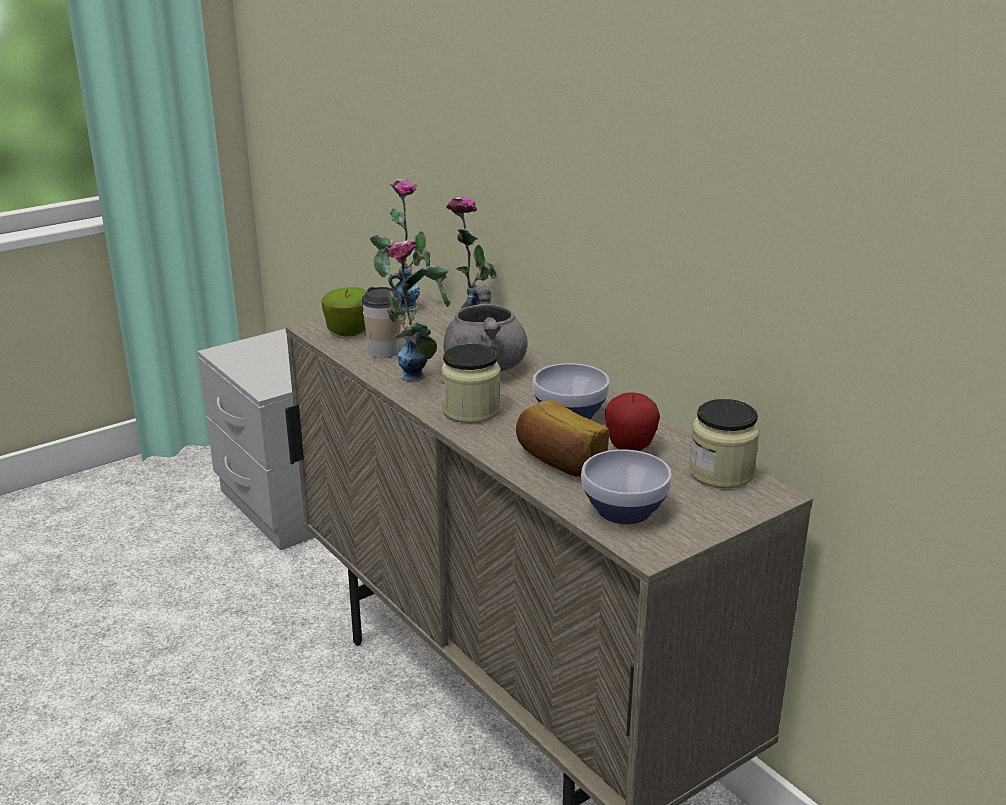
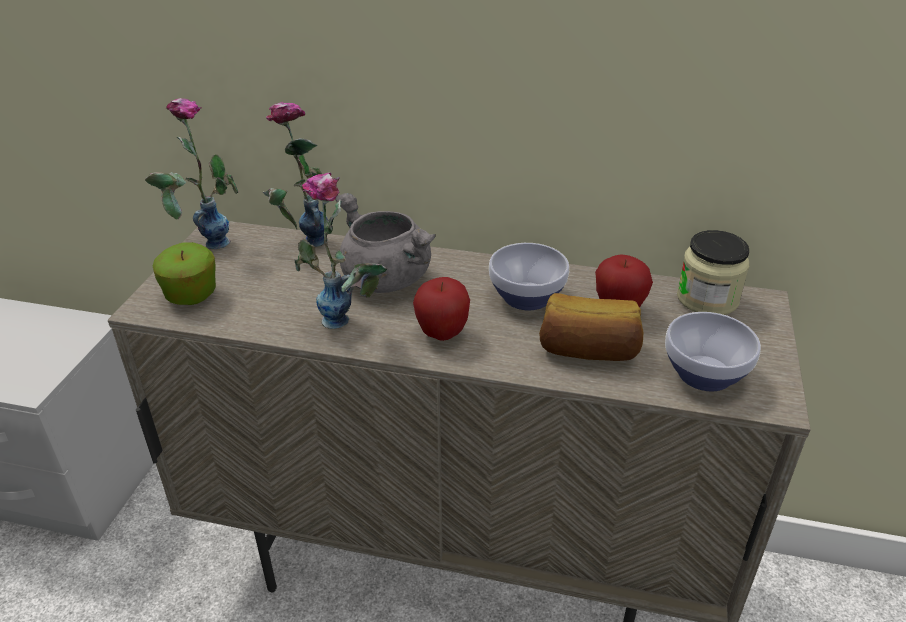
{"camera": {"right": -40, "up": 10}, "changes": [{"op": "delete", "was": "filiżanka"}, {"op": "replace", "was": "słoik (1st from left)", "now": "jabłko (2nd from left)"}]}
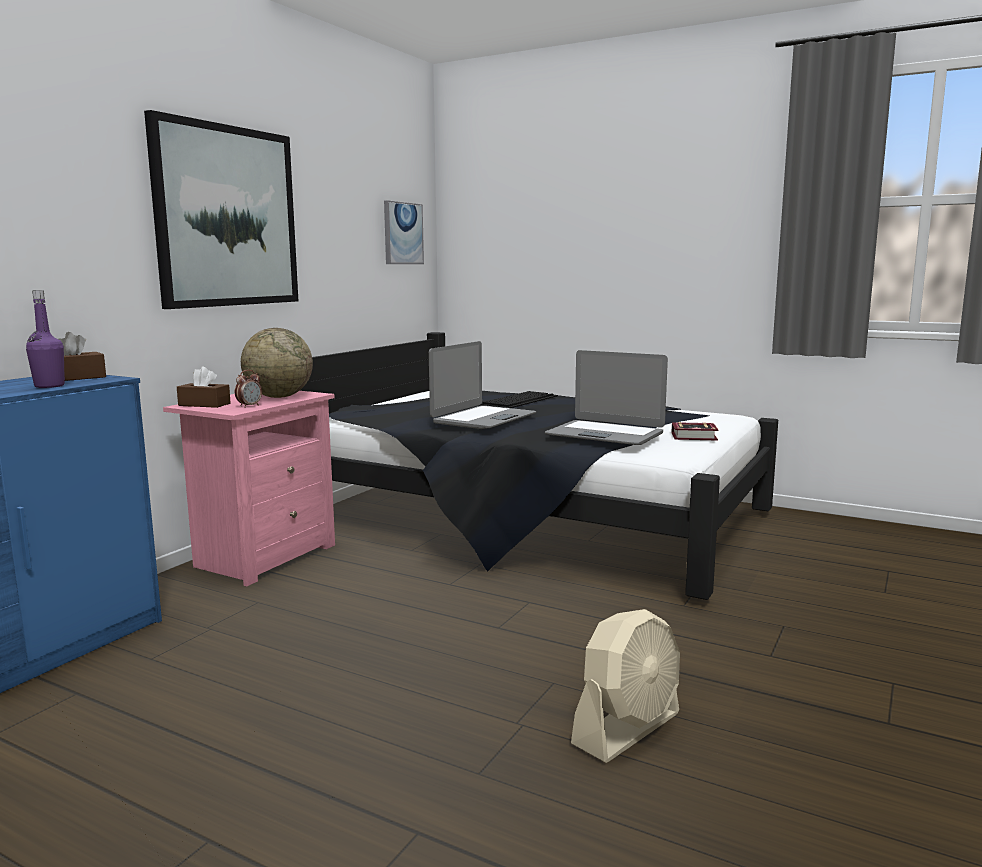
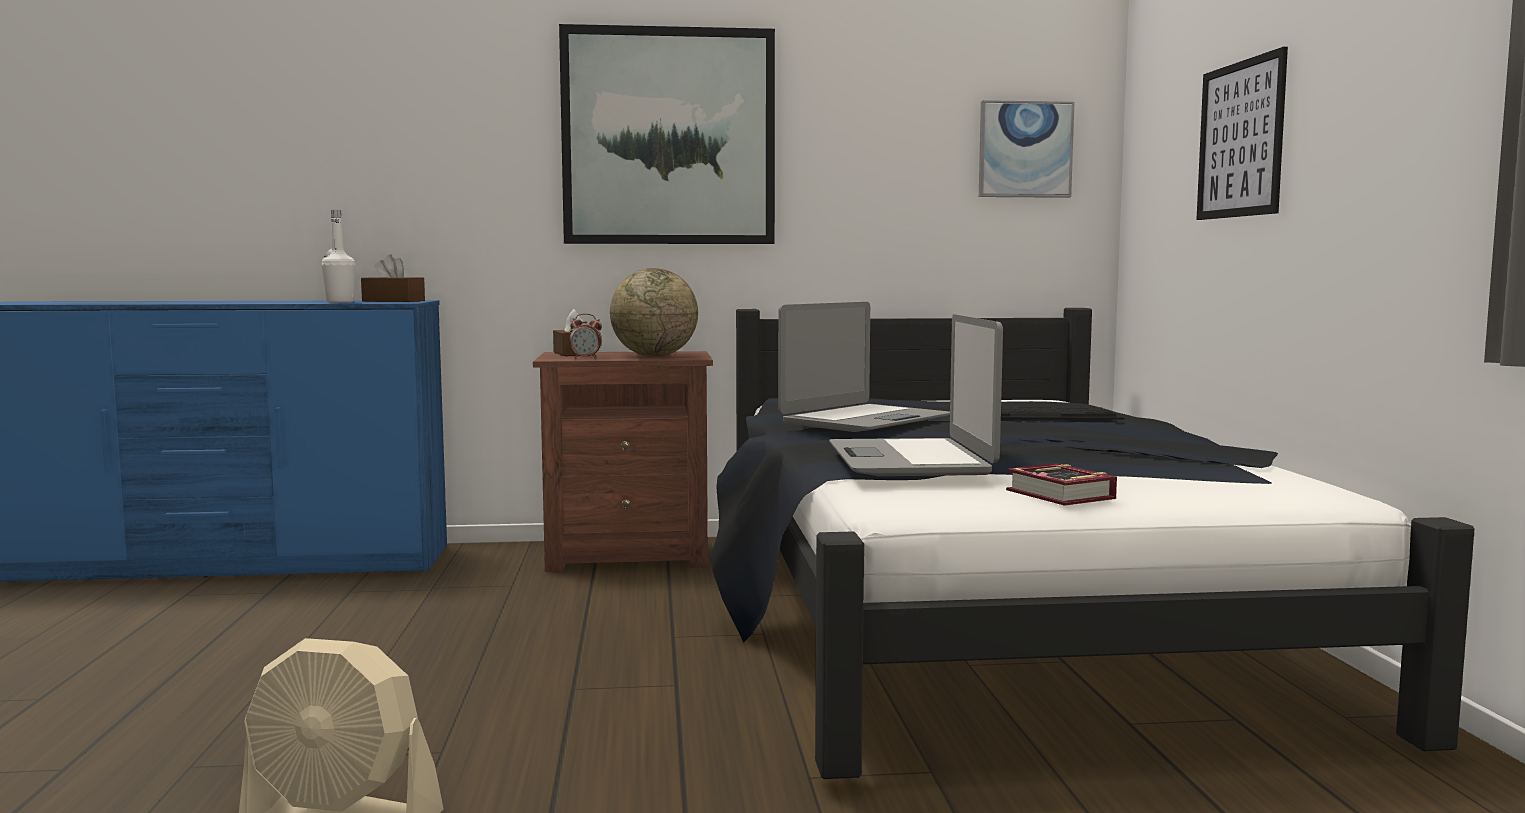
{"camera": {"right": 55, "up": -5}, "changes": [{"op": "insert", "now": "obraz (3rd from left)"}, {"op": "recolor", "was": "butelka/fioletowy", "now": "butelka/biały"}, {"op": "recolor", "was": "szafka nocna/różowy", "now": "szafka nocna/brązowy"}, {"op": "rotate", "was": "laptop (1st from left)", "clockwise": -45}]}
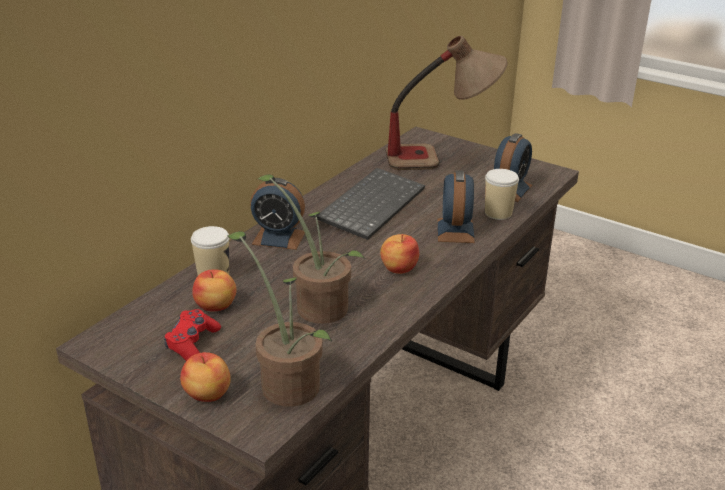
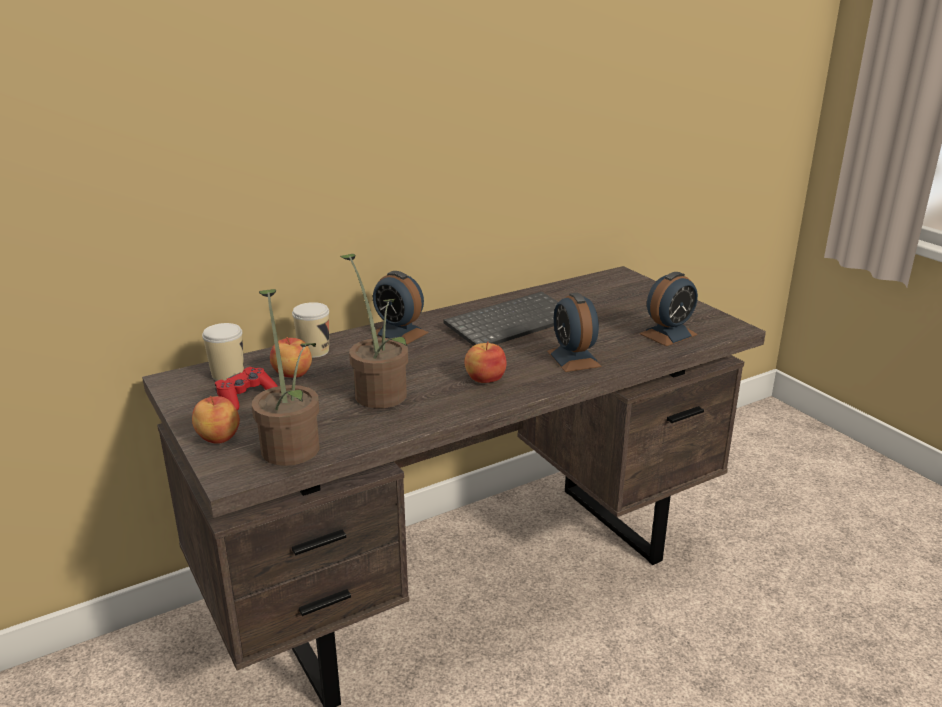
{"camera": {"right": 25, "up": -5}, "changes": [{"op": "delete", "was": "lampa stołowa"}, {"op": "move", "was": "filiżanka (2nd from left in the first image)", "now": "filiżanka (1st from left)"}, {"op": "rotate", "was": "budzik (2nd from left)", "clockwise": -45}]}
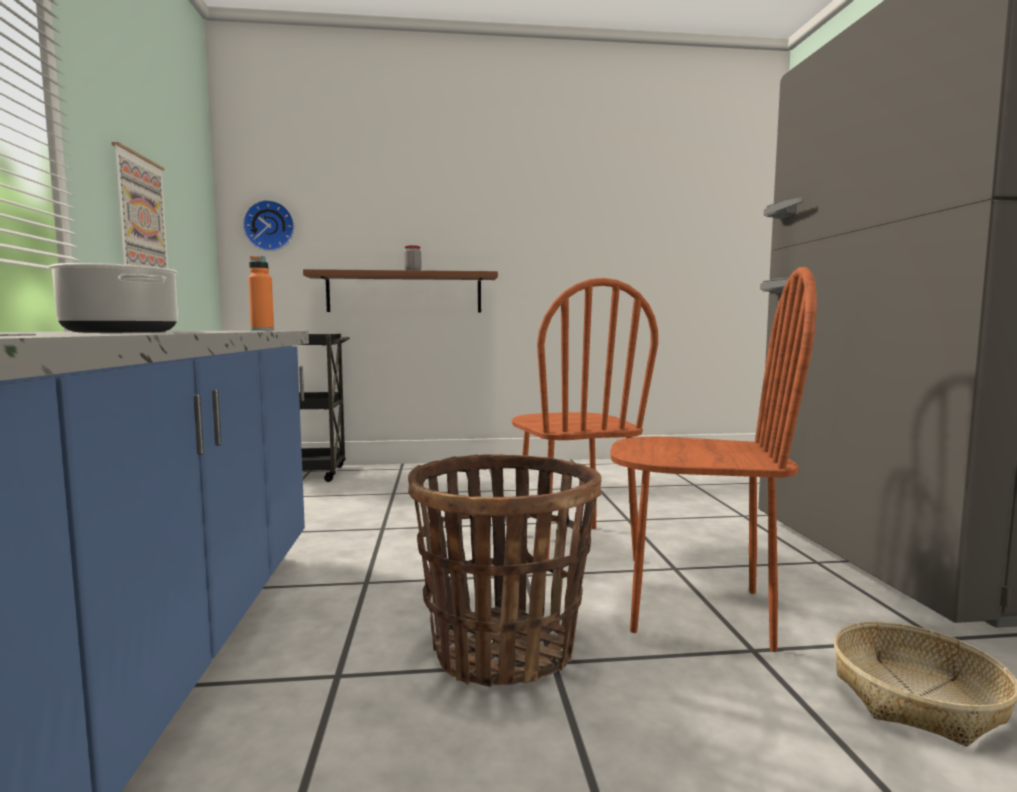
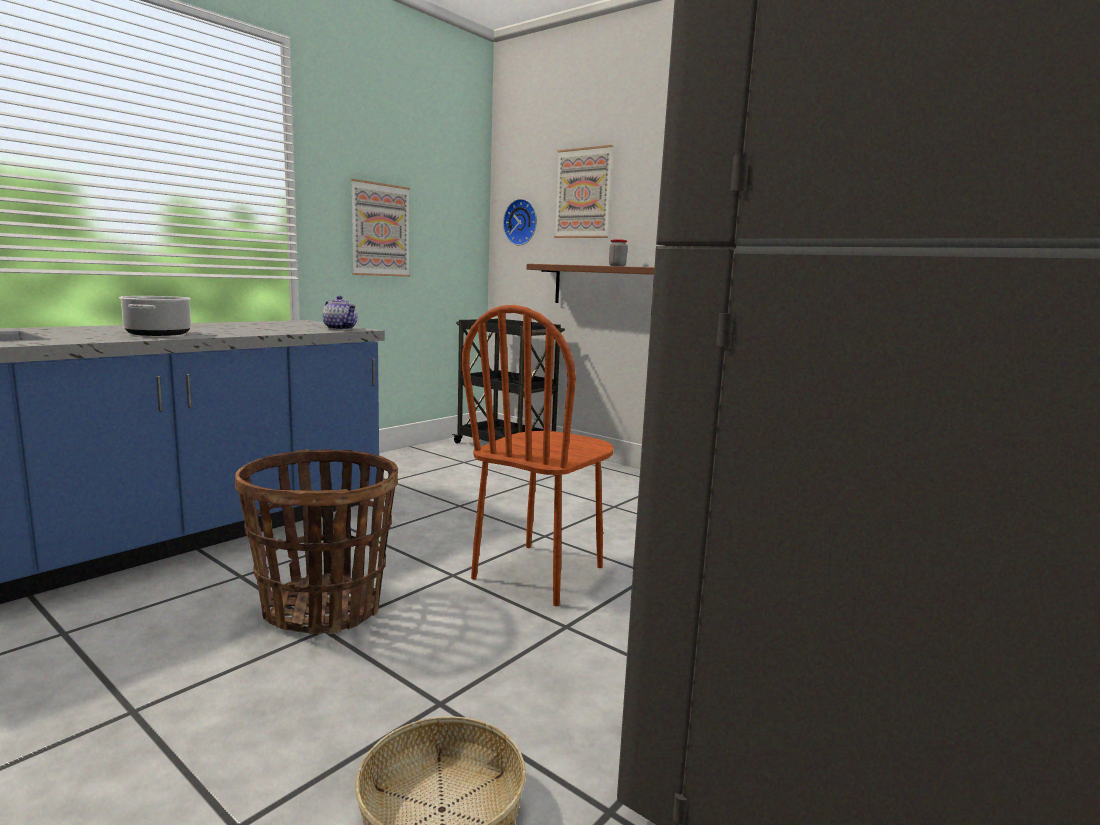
{"camera": {"right": 45, "up": 5}, "changes": [{"op": "delete", "was": "krzesło/brązowy (2nd from left)"}, {"op": "insert", "now": "obraz (2nd from left)"}, {"op": "replace", "was": "butelka/pomarańczowy", "now": "imbryk"}]}
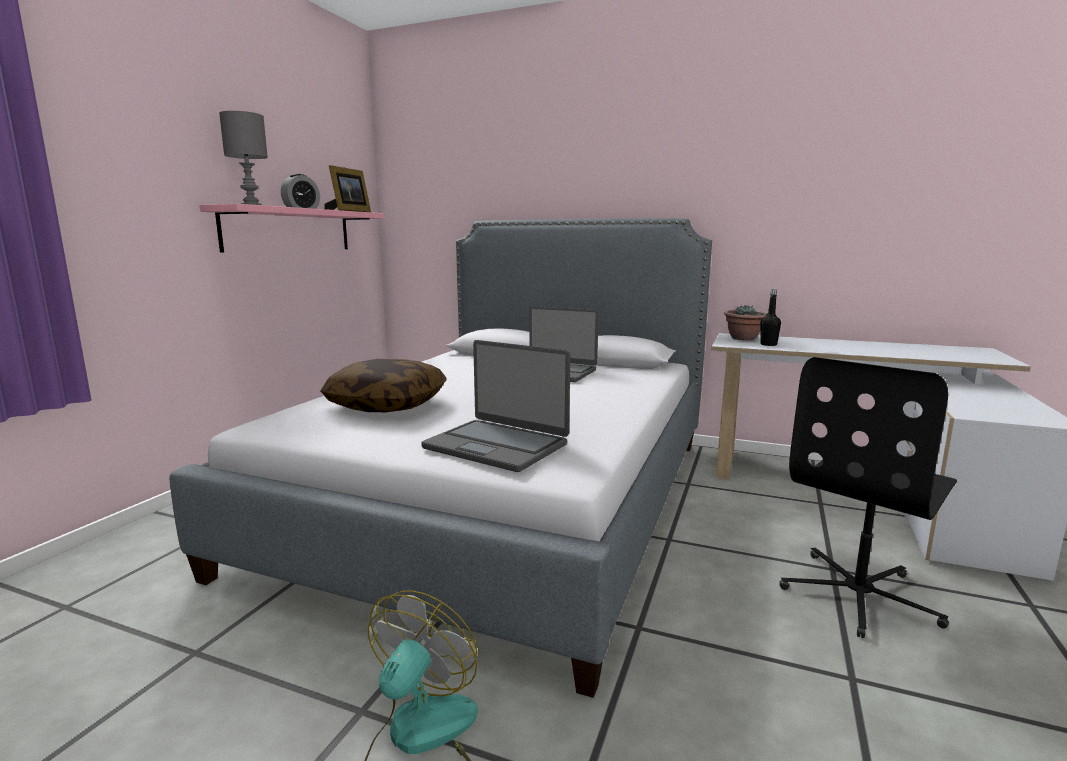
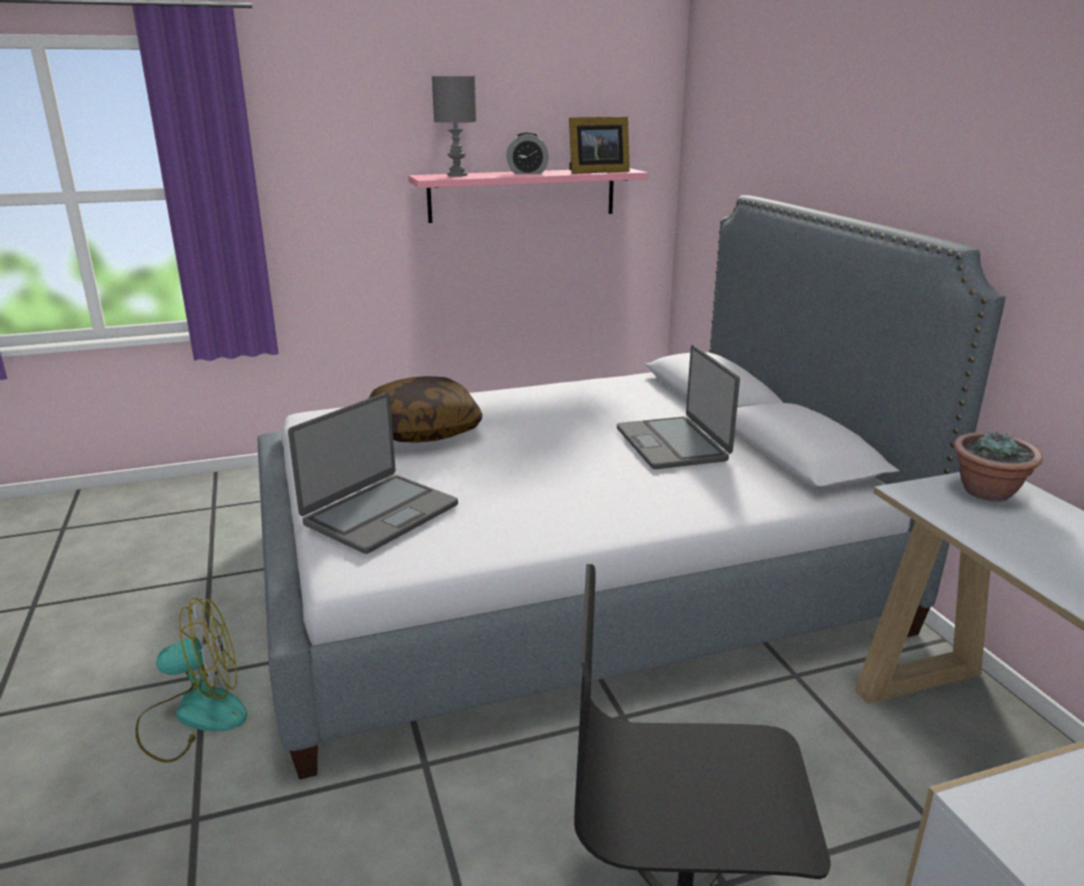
{"camera": {"right": 50, "up": 10}, "changes": [{"op": "delete", "was": "butelka/czarny"}, {"op": "rotate", "was": "laptop (1st from left)", "clockwise": -135}]}
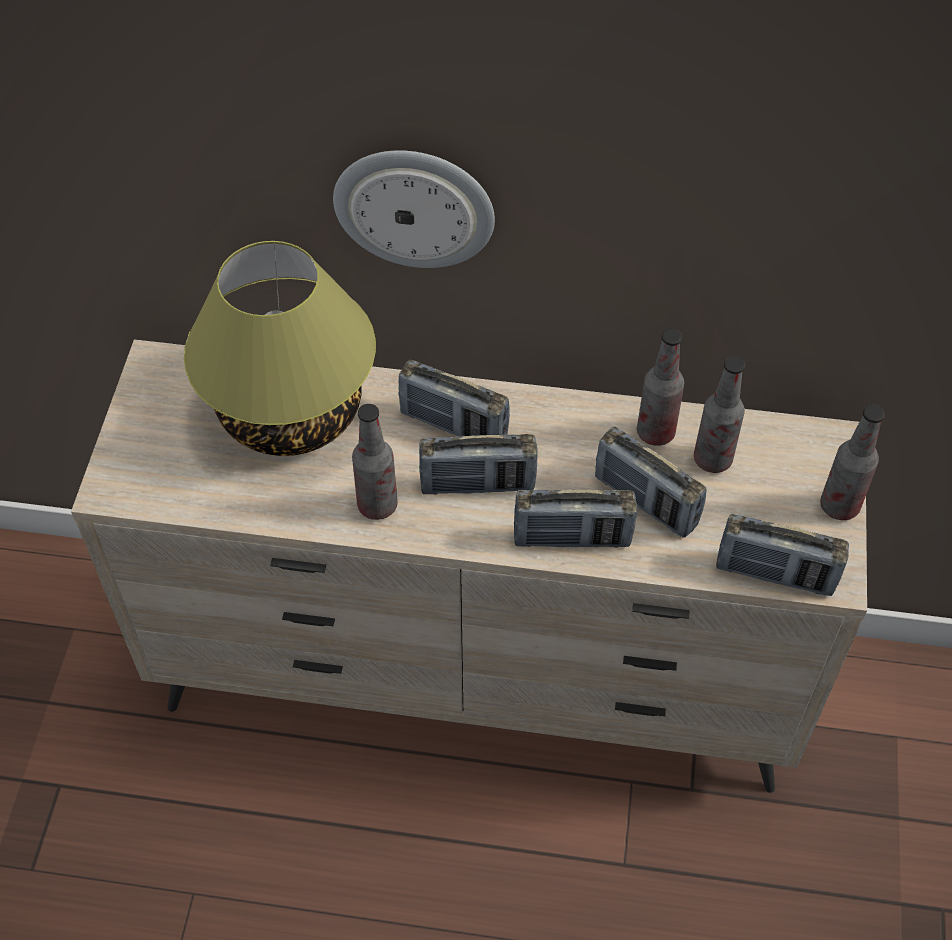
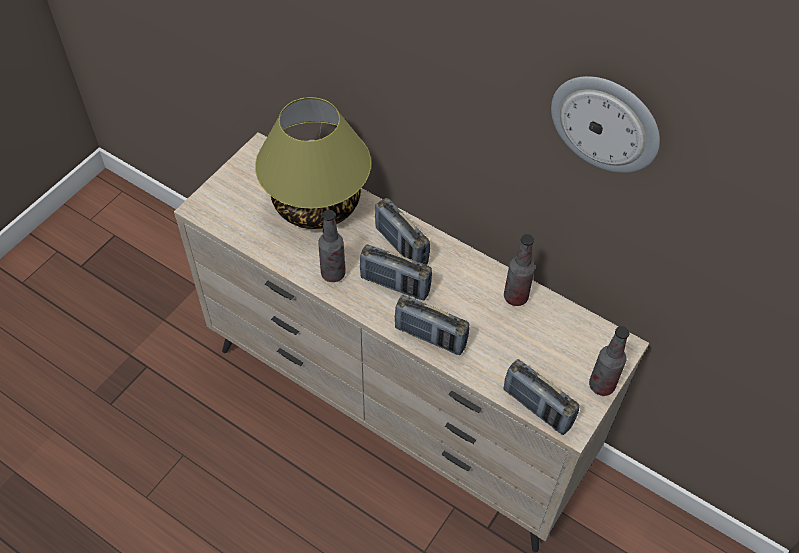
{"camera": {"right": 25, "up": 0}, "changes": [{"op": "delete", "was": "radio (4th from left)"}, {"op": "delete", "was": "butelka (3rd from left)"}, {"op": "move", "was": "zegar ścienny"}]}
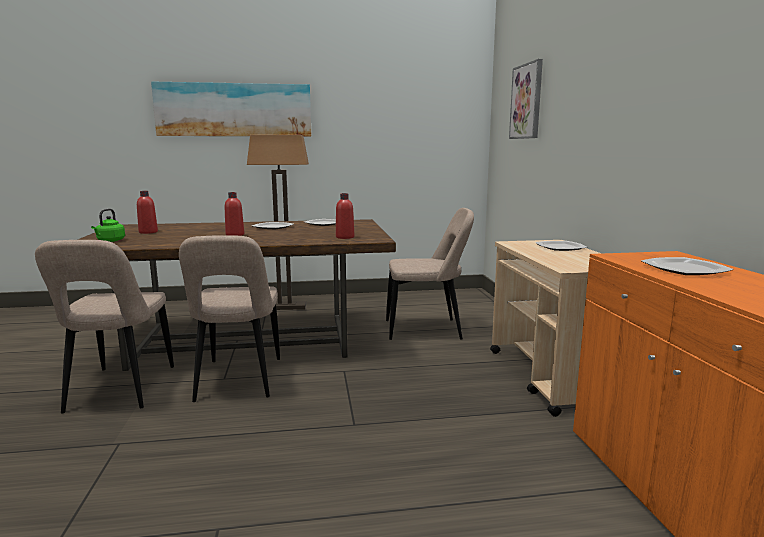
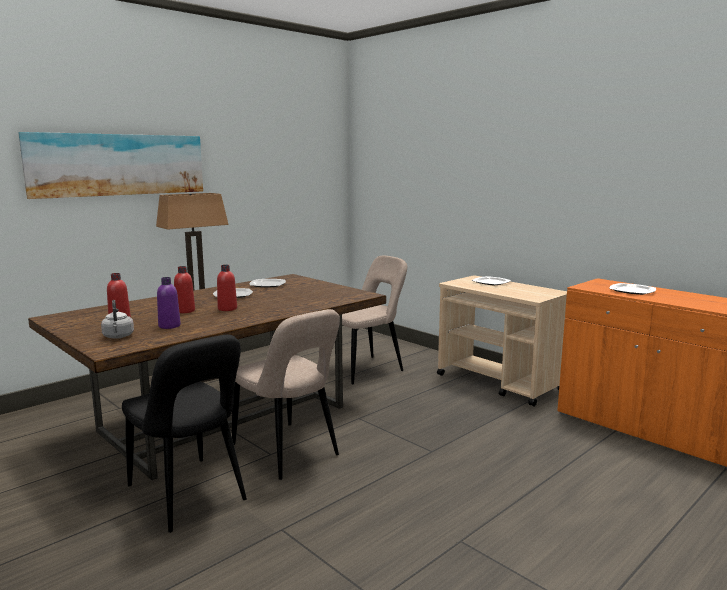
{"camera": {"right": -35, "up": 0}, "changes": [{"op": "delete", "was": "obraz (2nd from left)"}, {"op": "insert", "now": "butelka/fioletowy"}, {"op": "move", "was": "butelka/czerwony (3rd from left in the first image)", "now": "butelka/czerwony (2nd from left)"}, {"op": "recolor", "was": "krzesło/beżowy (1st from left)", "now": "krzesło/czarny"}, {"op": "recolor", "was": "czajnik/zielony", "now": "czajnik/szary"}]}
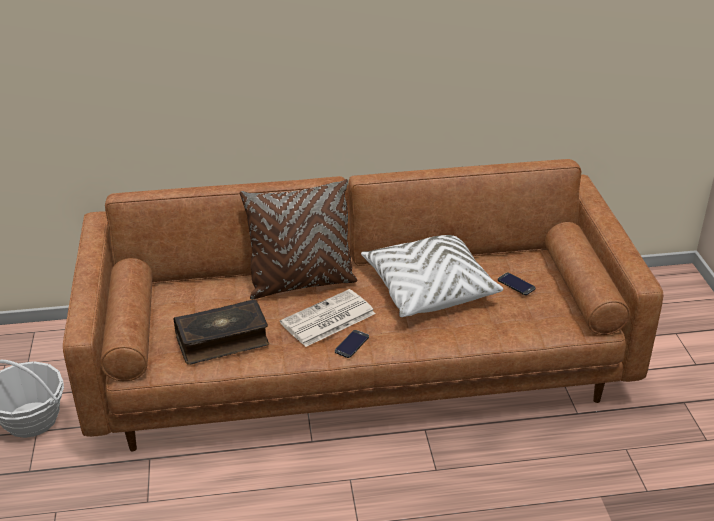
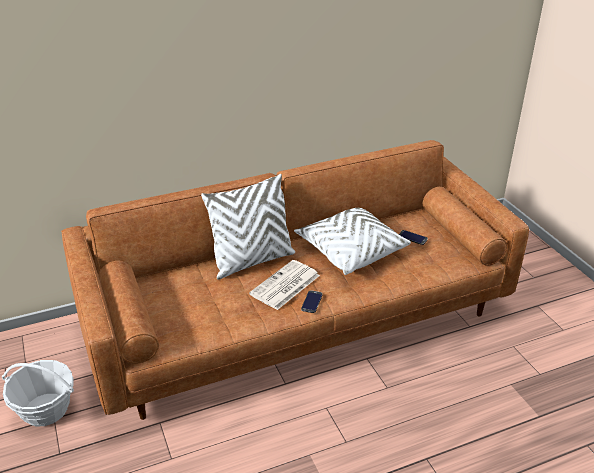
{"camera": {"right": -15, "up": 0}, "changes": [{"op": "delete", "was": "książka"}, {"op": "recolor", "was": "poduszka/brązowy", "now": "poduszka/biały (1st from left)"}]}
